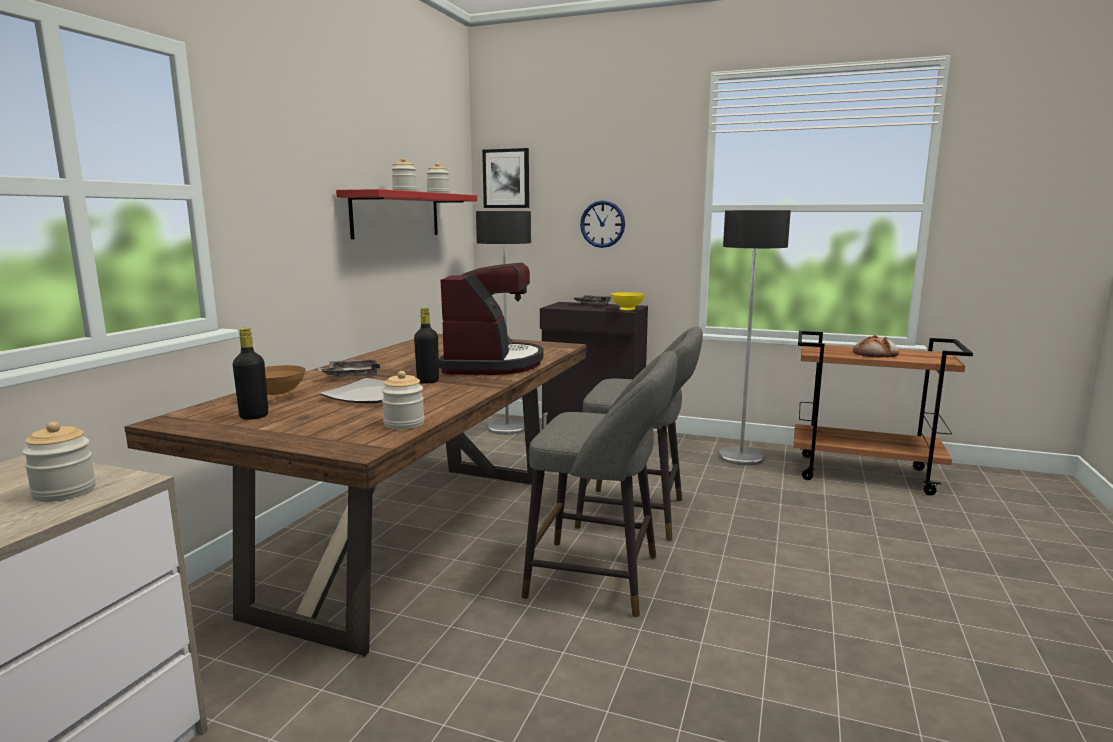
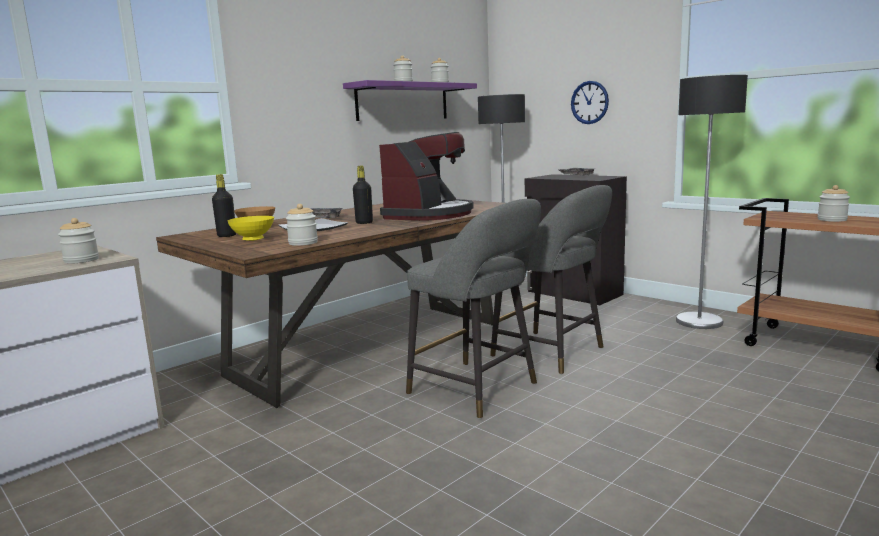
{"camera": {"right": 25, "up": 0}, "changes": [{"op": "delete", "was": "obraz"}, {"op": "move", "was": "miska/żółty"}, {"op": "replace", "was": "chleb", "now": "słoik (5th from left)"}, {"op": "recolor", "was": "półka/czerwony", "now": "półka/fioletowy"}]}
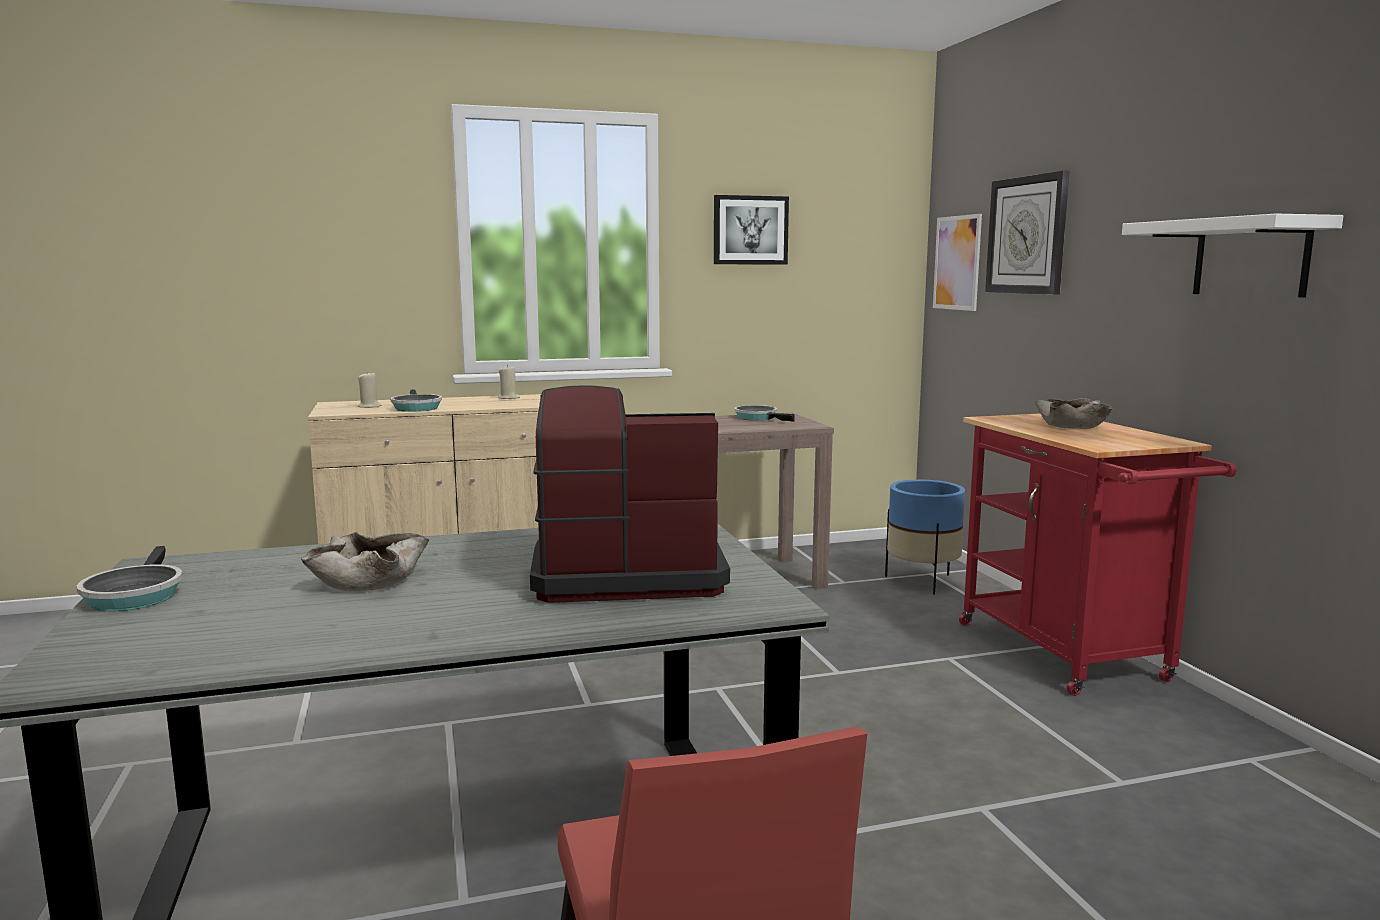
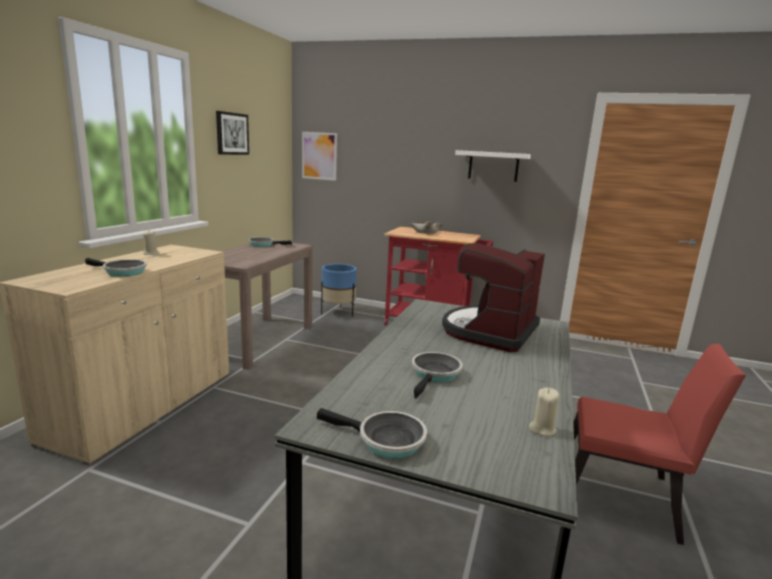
{"camera": {"right": -55, "up": 5}, "changes": [{"op": "delete", "was": "zegar ścienny"}, {"op": "move", "was": "świeca/beżowy (1st from left in the first image)", "now": "świeca/beżowy (2nd from left)"}, {"op": "replace", "was": "miska/beżowy (1st from left)", "now": "patelnia (4th from left)"}]}
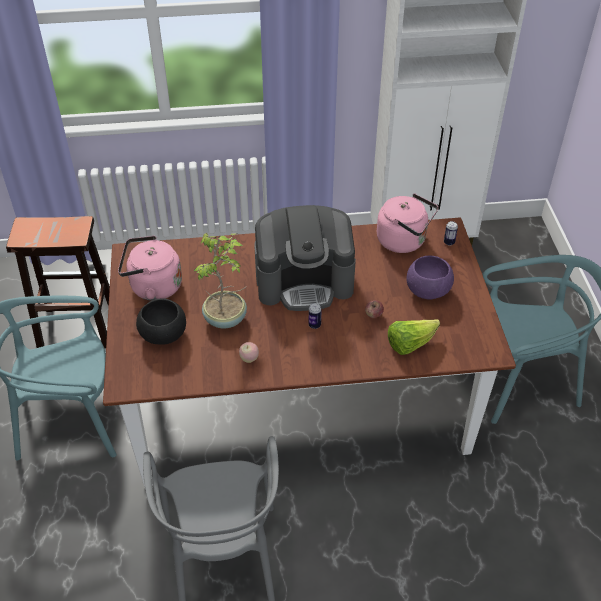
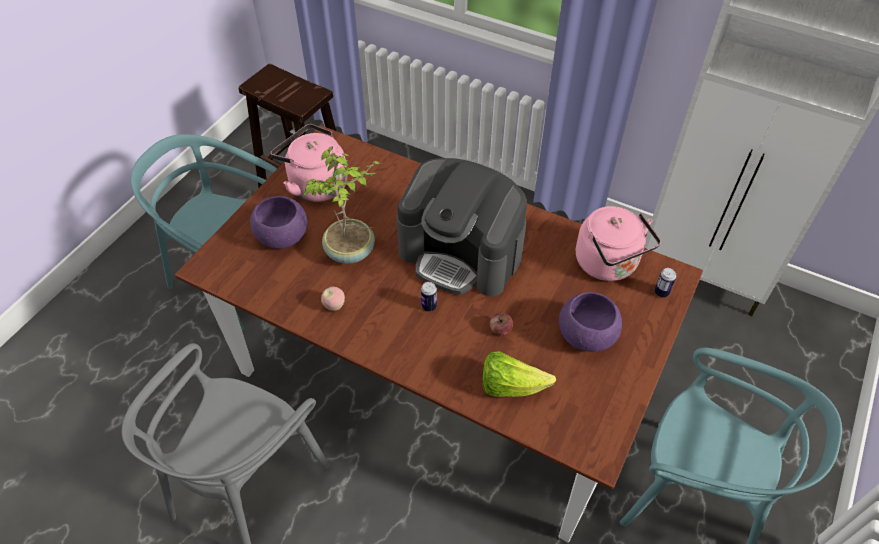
{"camera": {"right": 35, "up": 5}, "changes": [{"op": "recolor", "was": "miska/czarny", "now": "miska/fioletowy (1st from left)"}]}
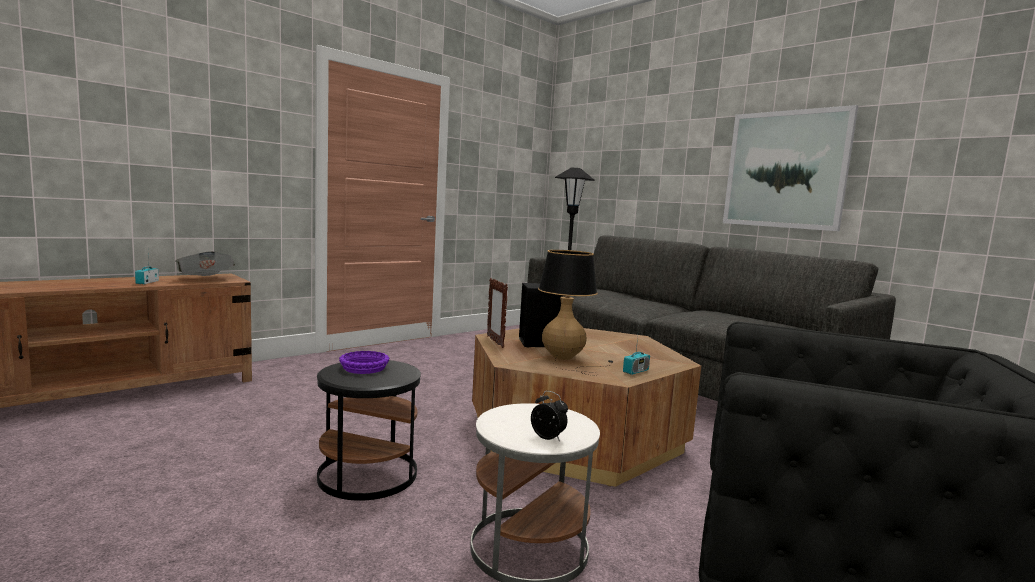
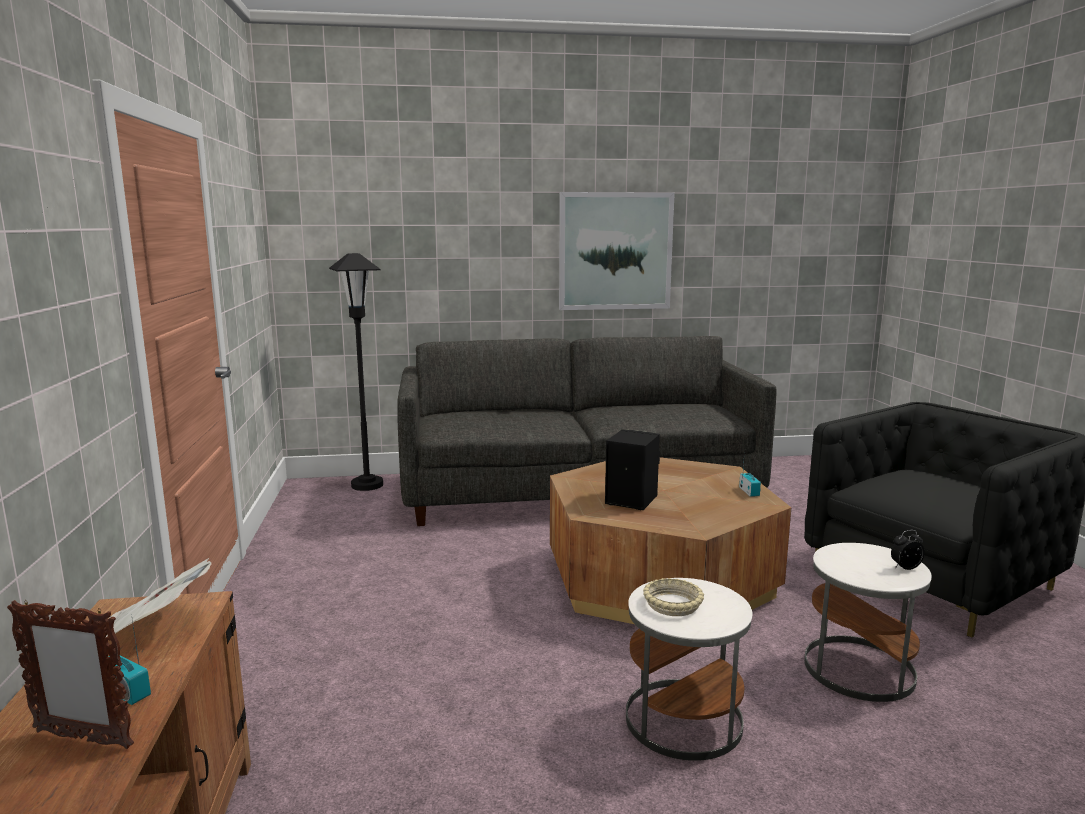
{"camera": {"right": -55, "up": 5}, "changes": [{"op": "delete", "was": "lampa stołowa"}, {"op": "move", "was": "ramka na zdjęcie"}, {"op": "recolor", "was": "stolik/czarny", "now": "stolik/biały (1st from left)"}, {"op": "recolor", "was": "miska/fioletowy", "now": "miska/beżowy"}]}
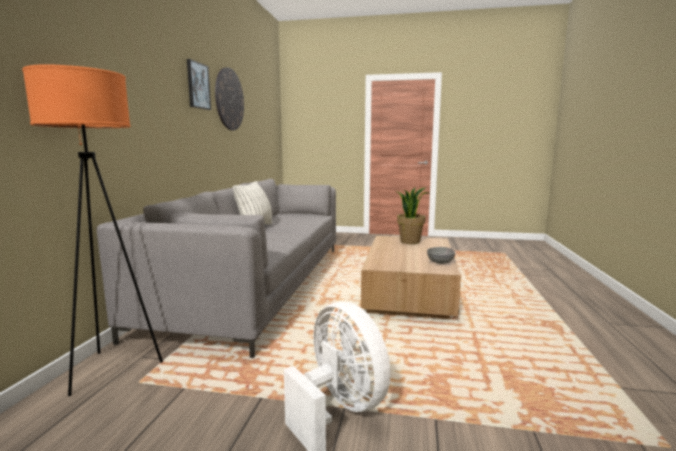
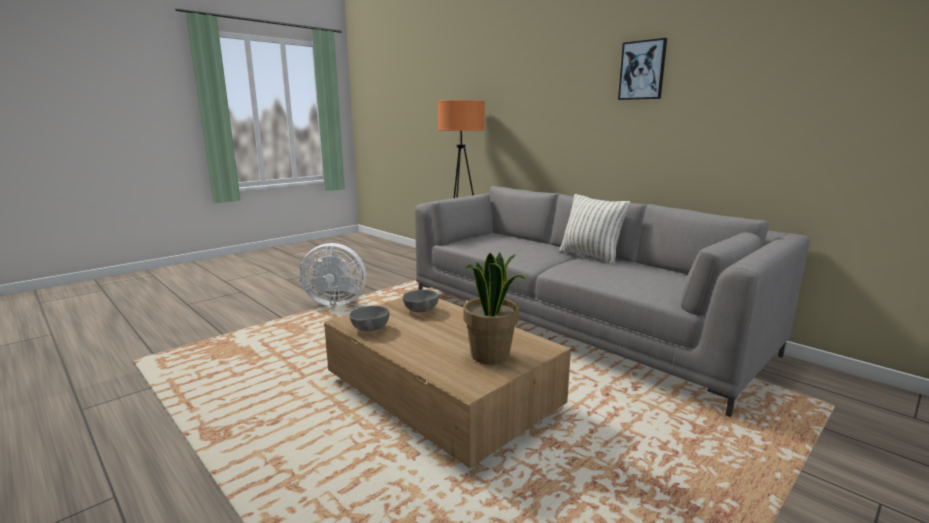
{"camera": {"right": 125, "up": 5}, "changes": [{"op": "delete", "was": "zegar ścienny"}, {"op": "insert", "now": "miska/szary (2nd from left)"}]}
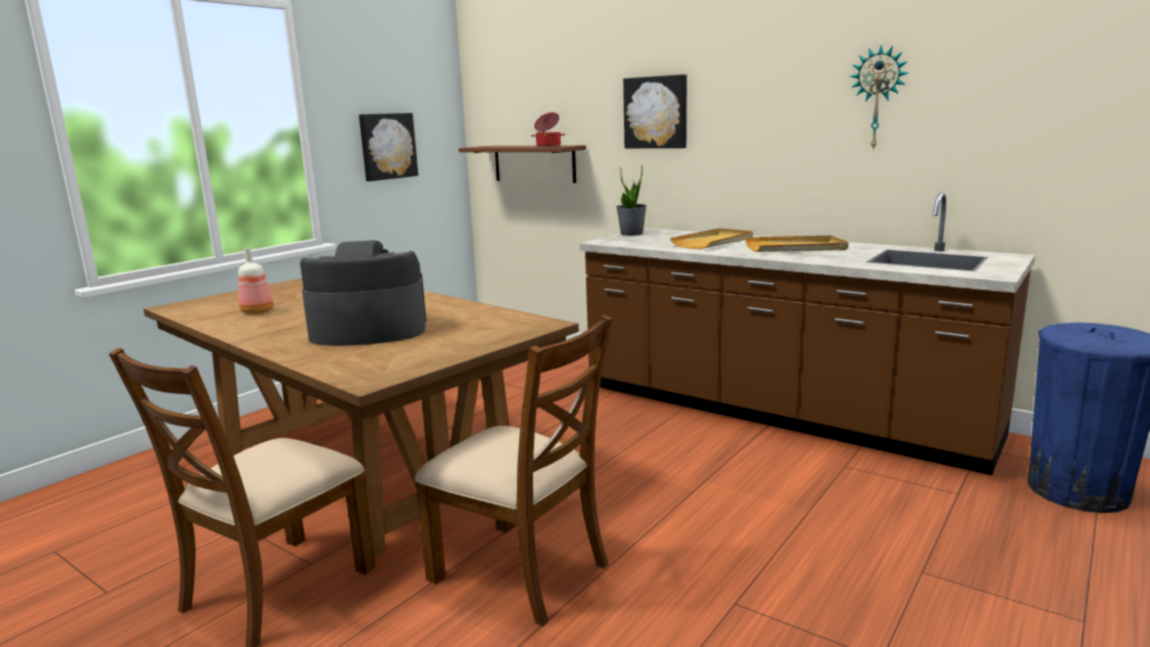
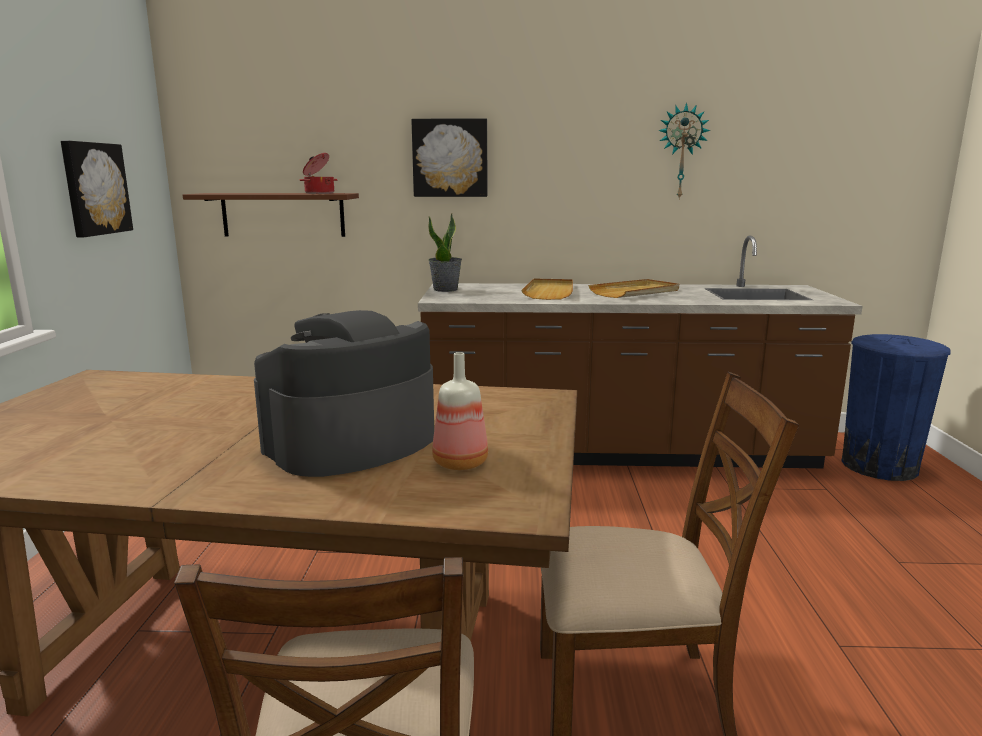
{"camera": {"right": -35, "up": 0}, "changes": [{"op": "move", "was": "butelka"}]}
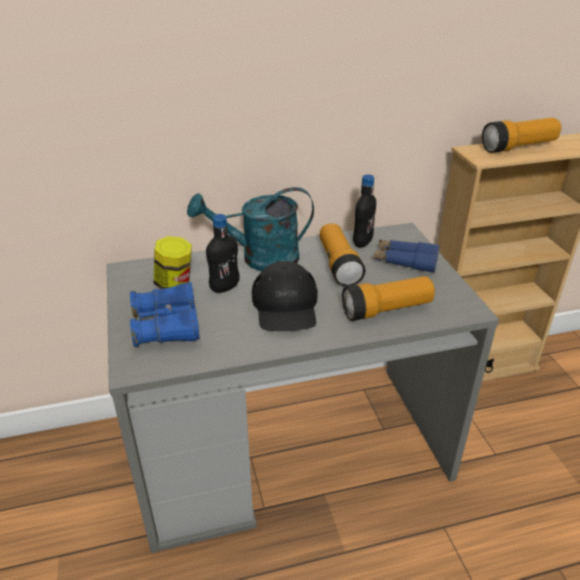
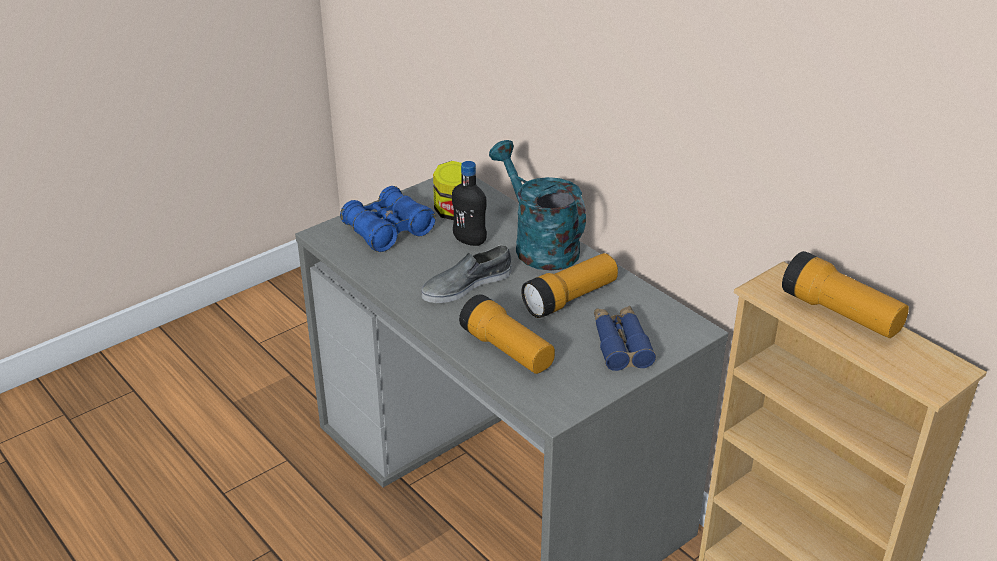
{"camera": {"right": 65, "up": 0}, "changes": [{"op": "delete", "was": "butelka/czarny (2nd from left)"}, {"op": "replace", "was": "czapka z daszkiem/czarny", "now": "but/szary"}]}
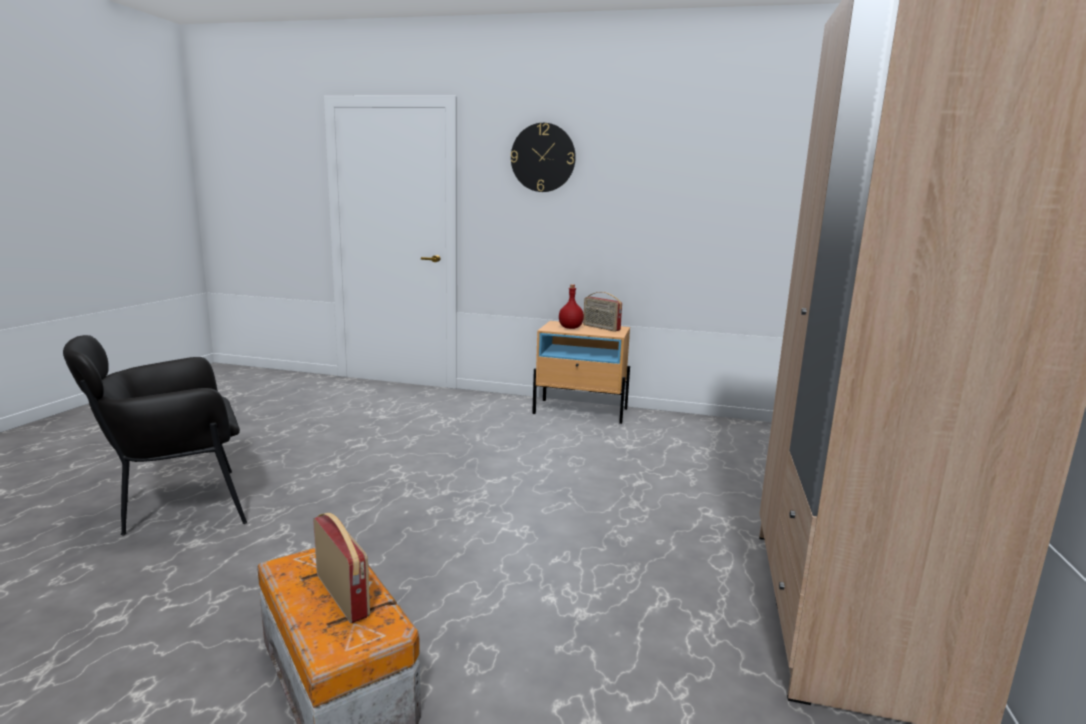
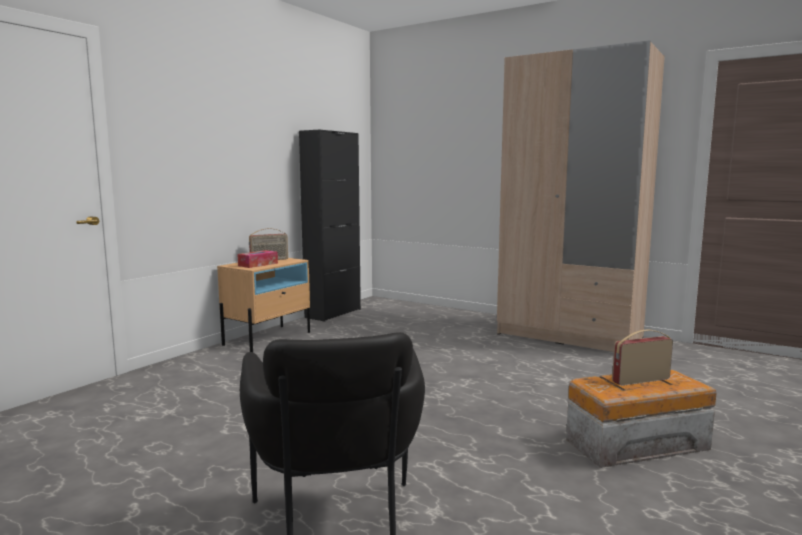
{"camera": {"right": -70, "up": -5}, "changes": [{"op": "delete", "was": "zegar ścienny"}, {"op": "insert", "now": "szafka/czarny"}, {"op": "replace", "was": "butelka/czerwony", "now": "pudełko chusteczek"}]}
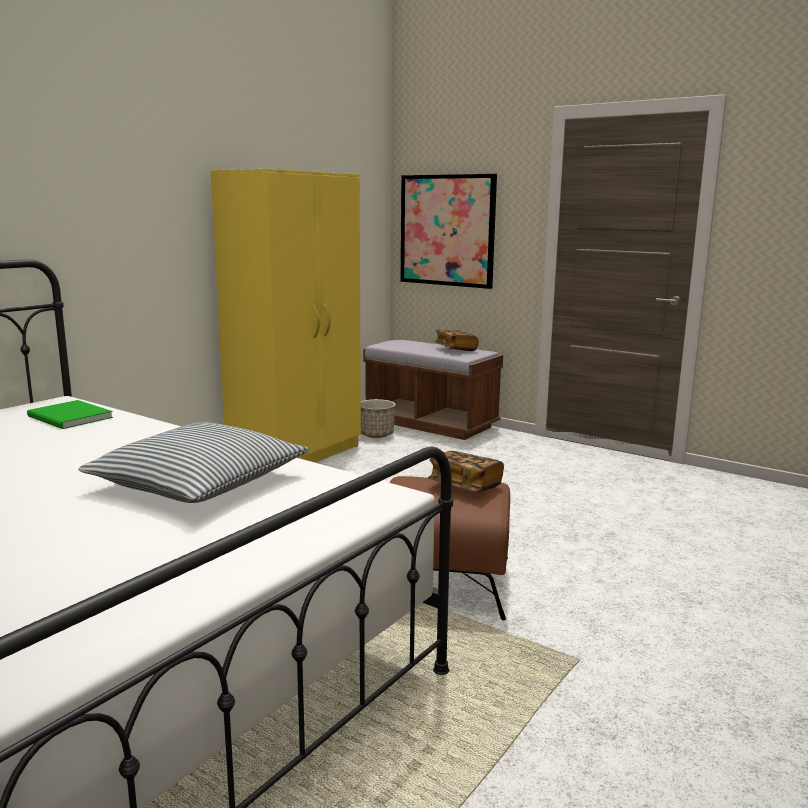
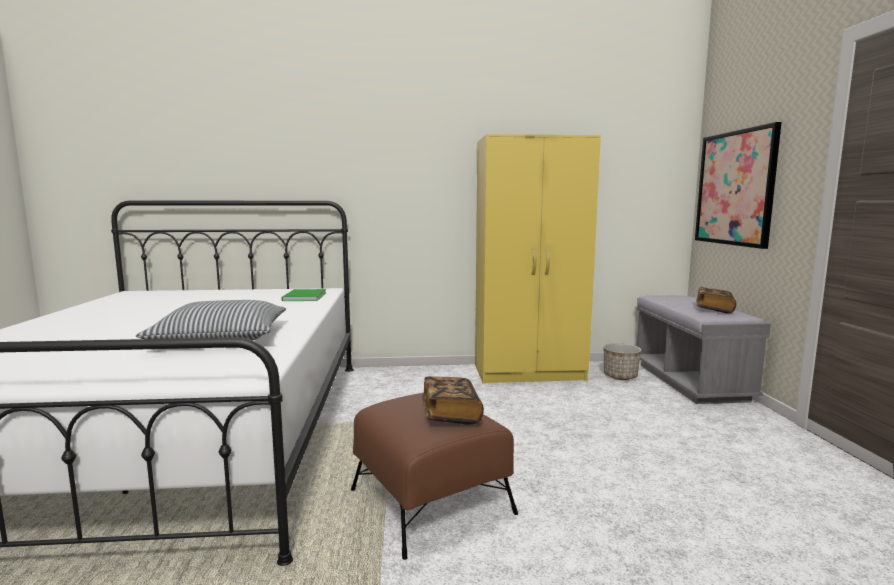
{"camera": {"right": 50, "up": -5}, "changes": [{"op": "recolor", "was": "ławka/brązowy", "now": "ławka/szary"}]}
